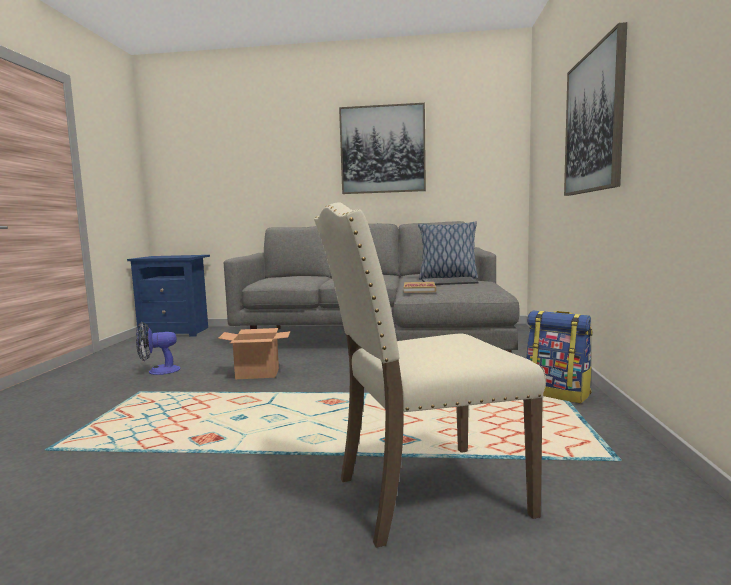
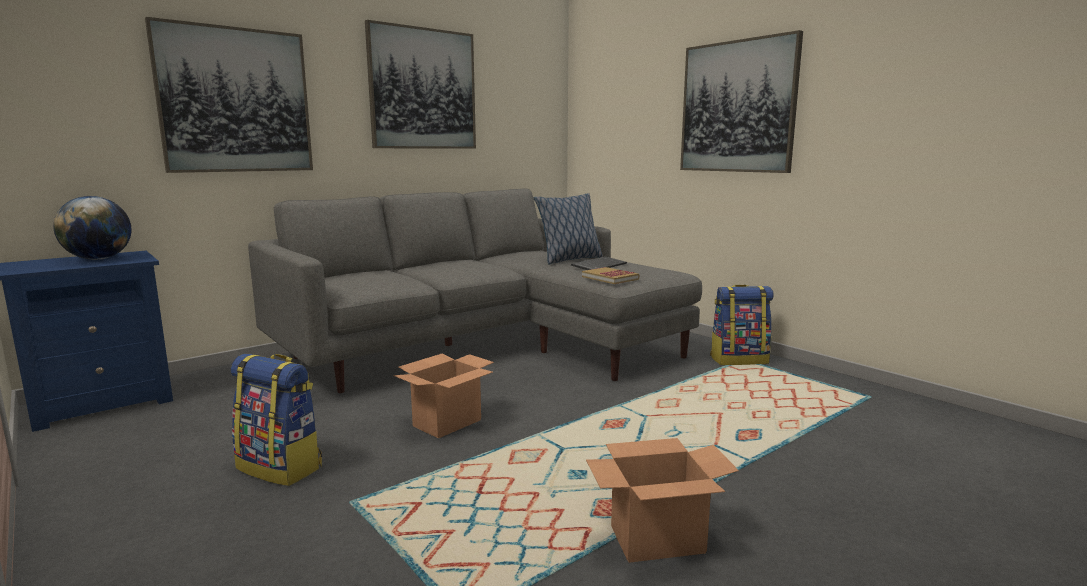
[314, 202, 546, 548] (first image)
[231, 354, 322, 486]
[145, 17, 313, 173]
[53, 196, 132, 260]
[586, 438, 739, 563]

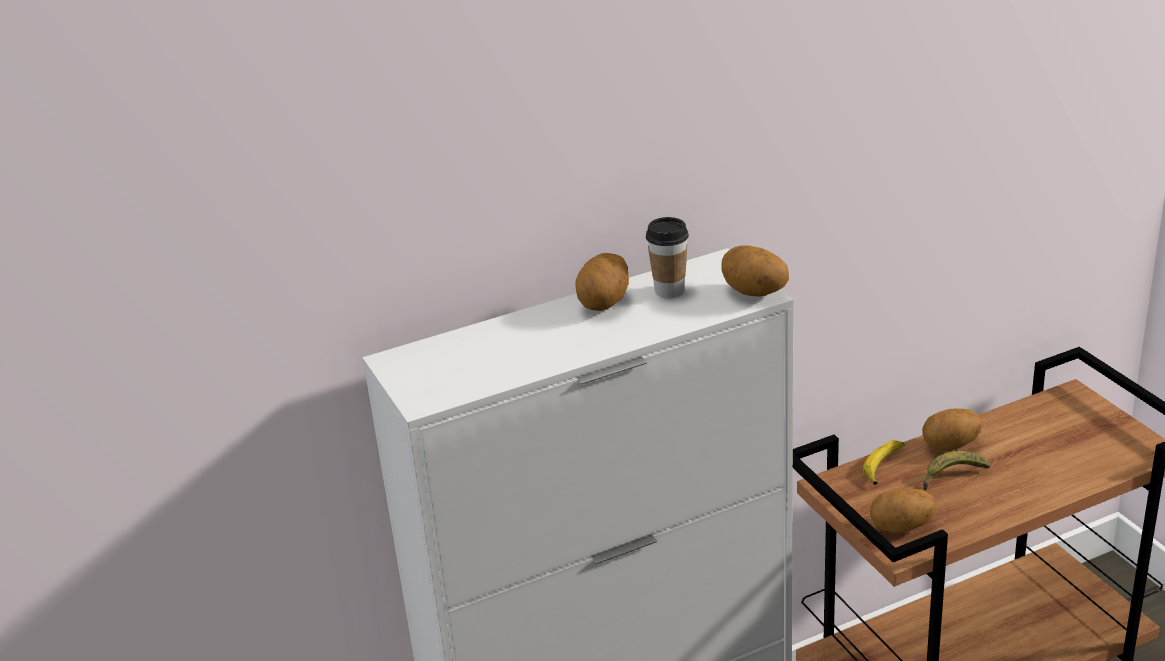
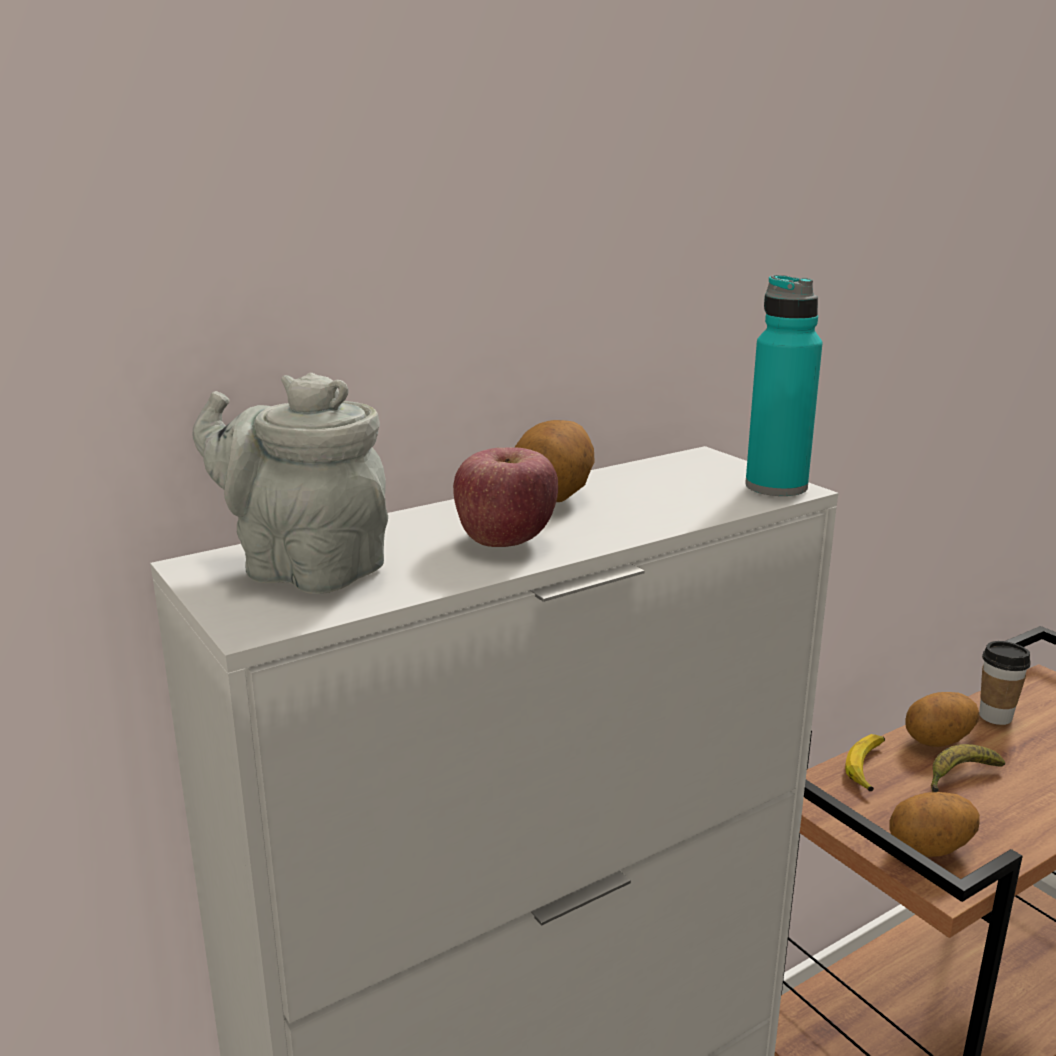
[979, 641, 1031, 725]
[745, 275, 823, 496]
[193, 373, 388, 594]
[453, 447, 558, 547]

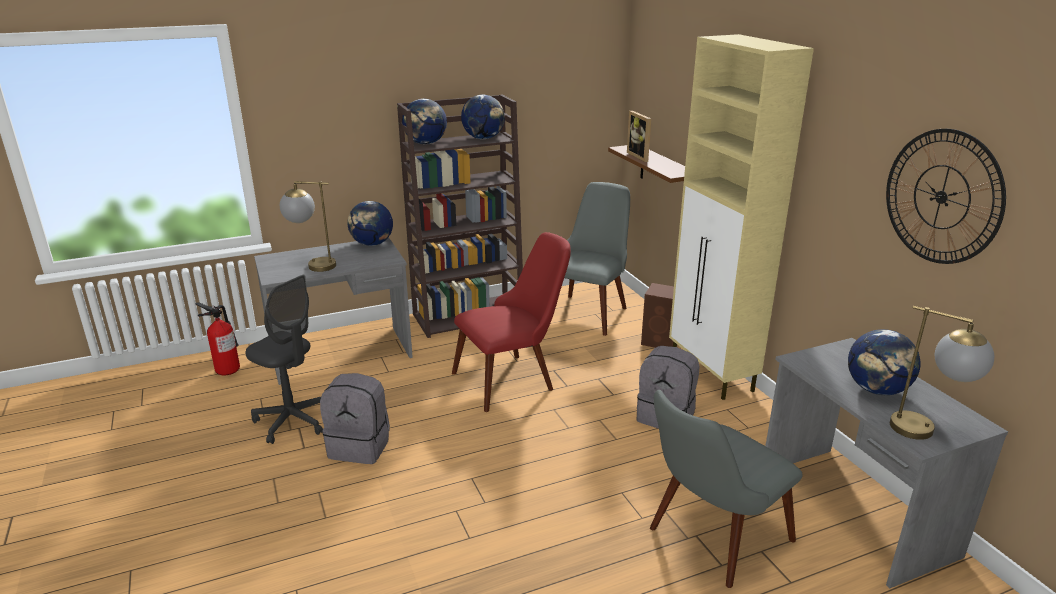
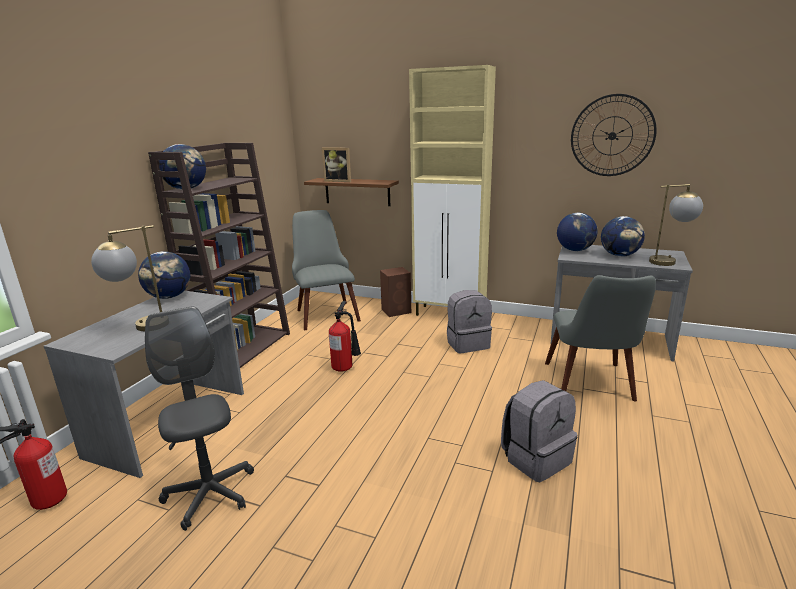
[557, 213, 598, 251]
[329, 301, 361, 372]
[145, 306, 254, 531]
[501, 380, 577, 482]

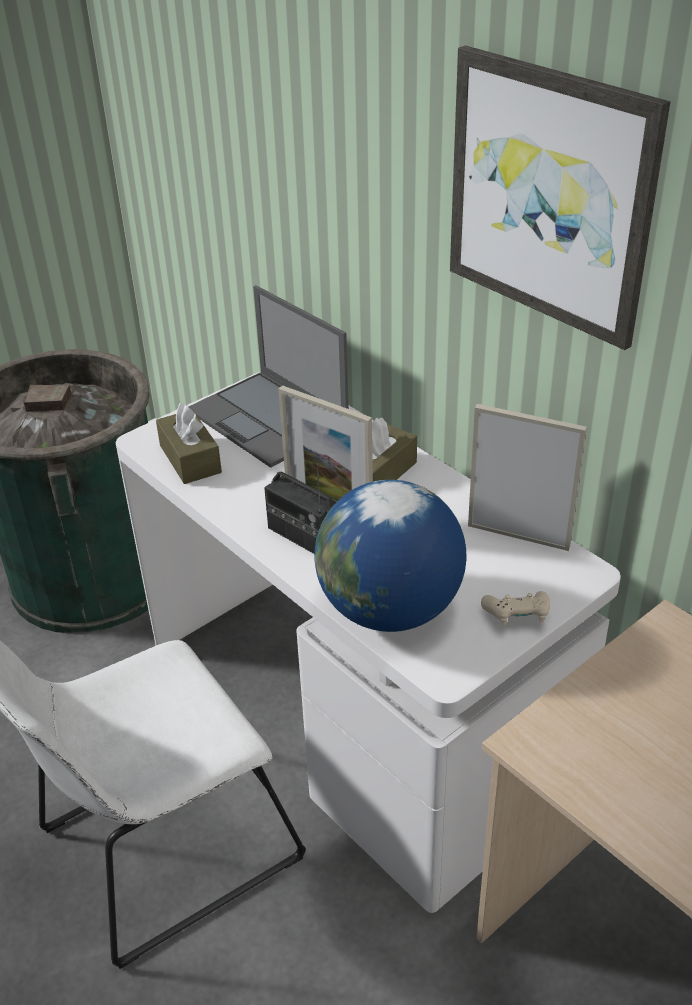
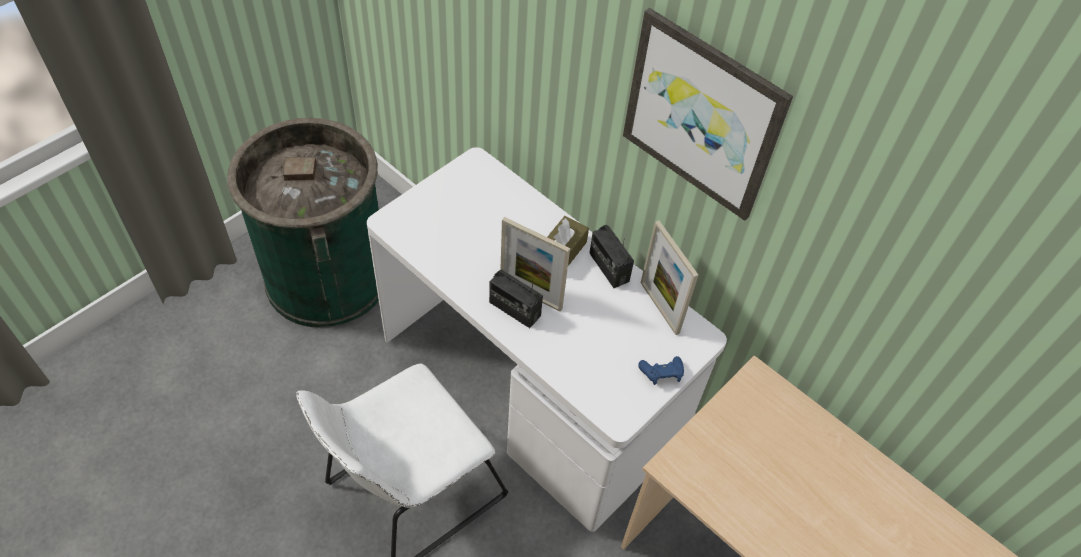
[188, 285, 349, 468] (first image)
[156, 403, 222, 484] (first image)
[641, 220, 698, 335]
[315, 480, 466, 632] (first image)
[638, 356, 684, 385]
[589, 225, 634, 288]

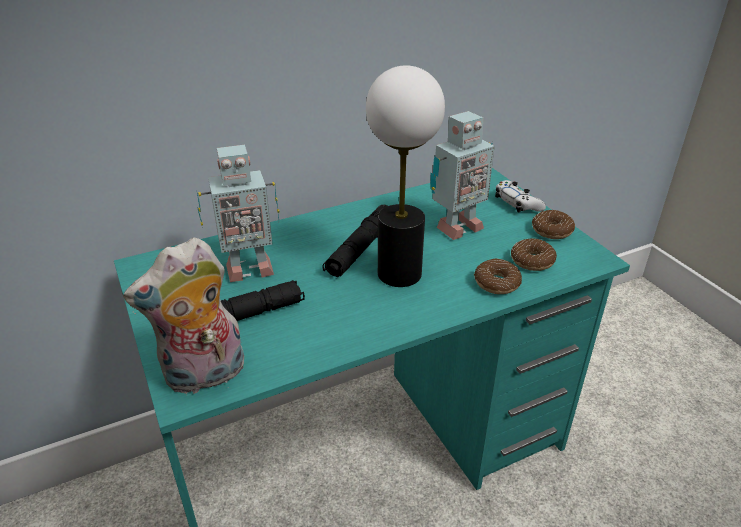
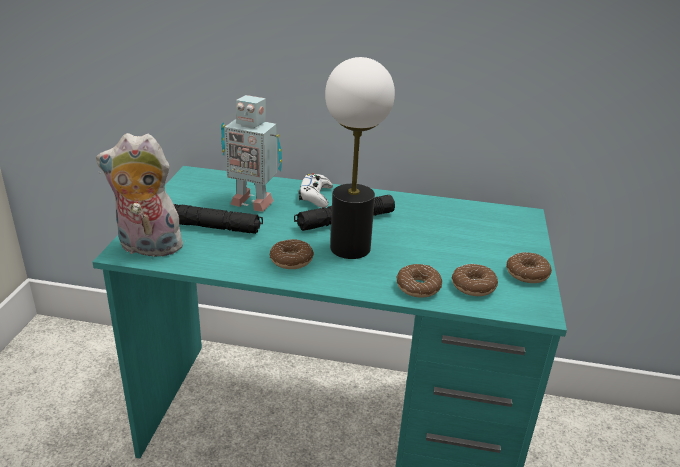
[430, 111, 495, 240] (first image)
[299, 173, 333, 208]
[270, 239, 314, 269]

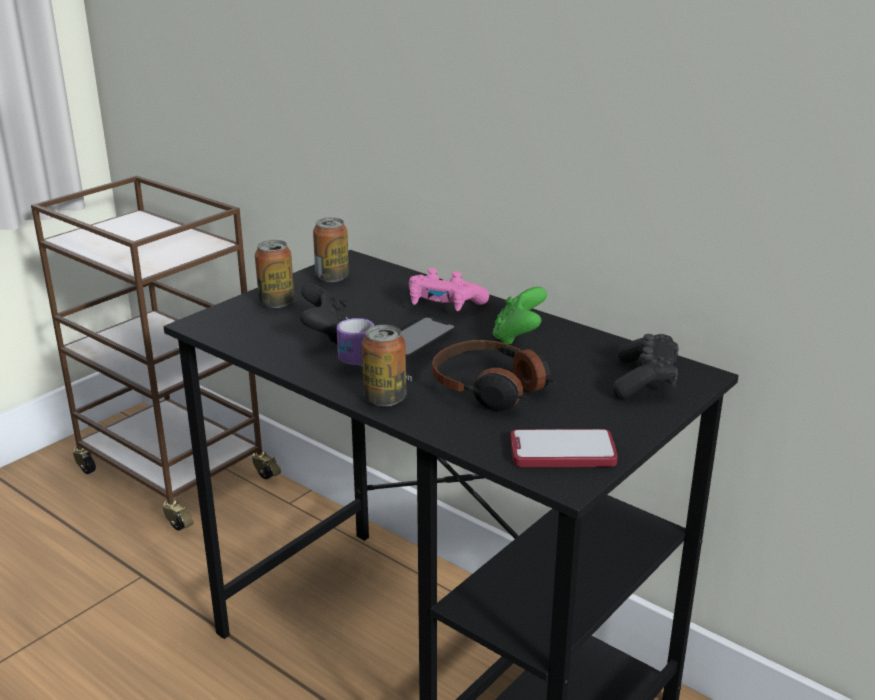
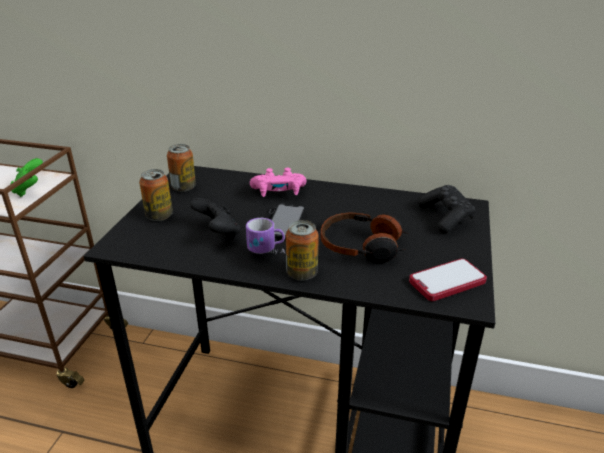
[10, 158, 43, 197]

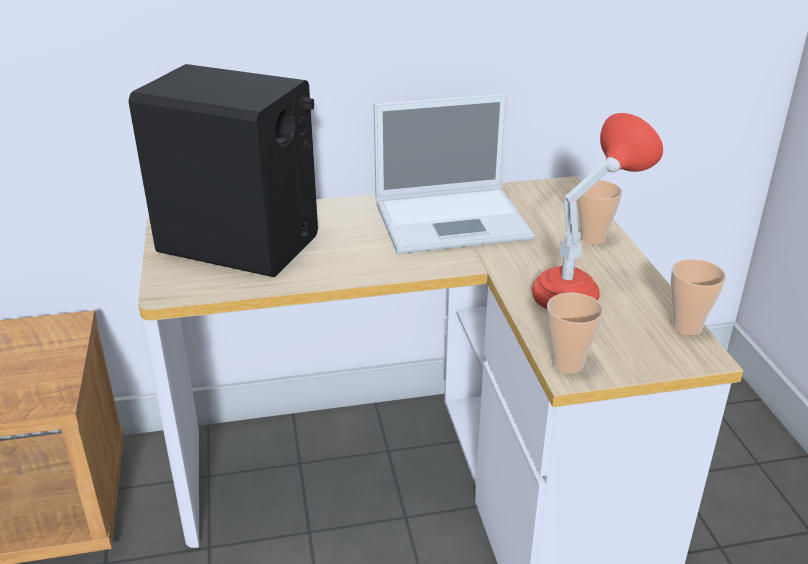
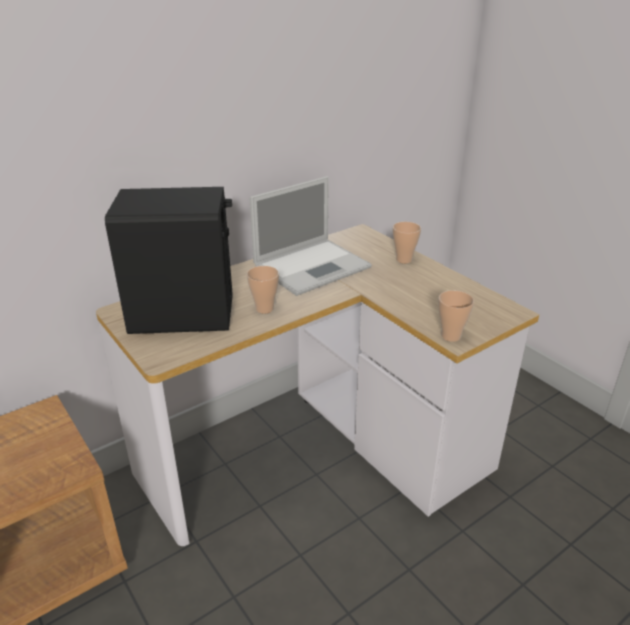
[532, 113, 663, 309] (first image)
[247, 266, 279, 314]

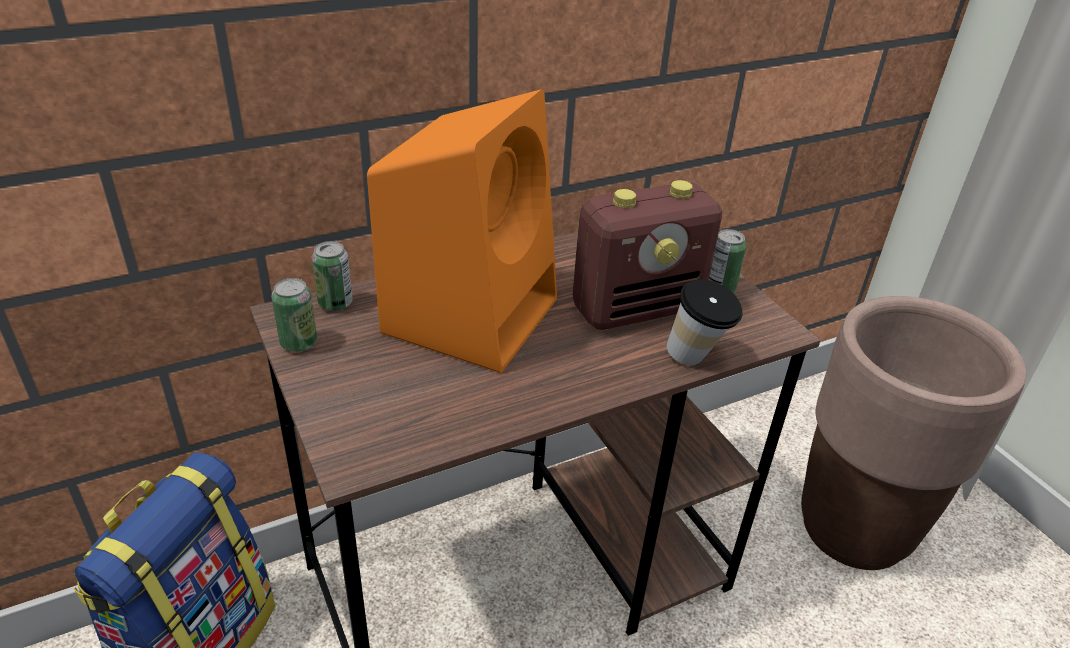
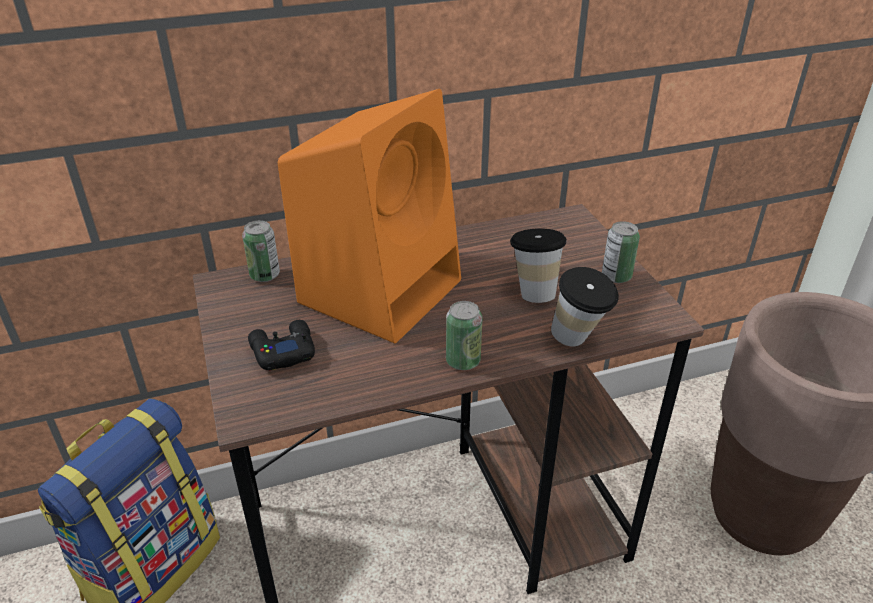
[510, 228, 567, 303]
[446, 301, 483, 370]
[248, 320, 315, 371]

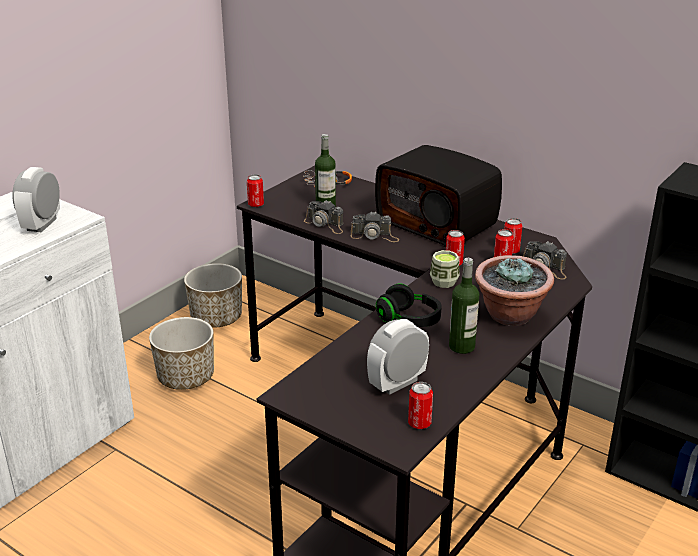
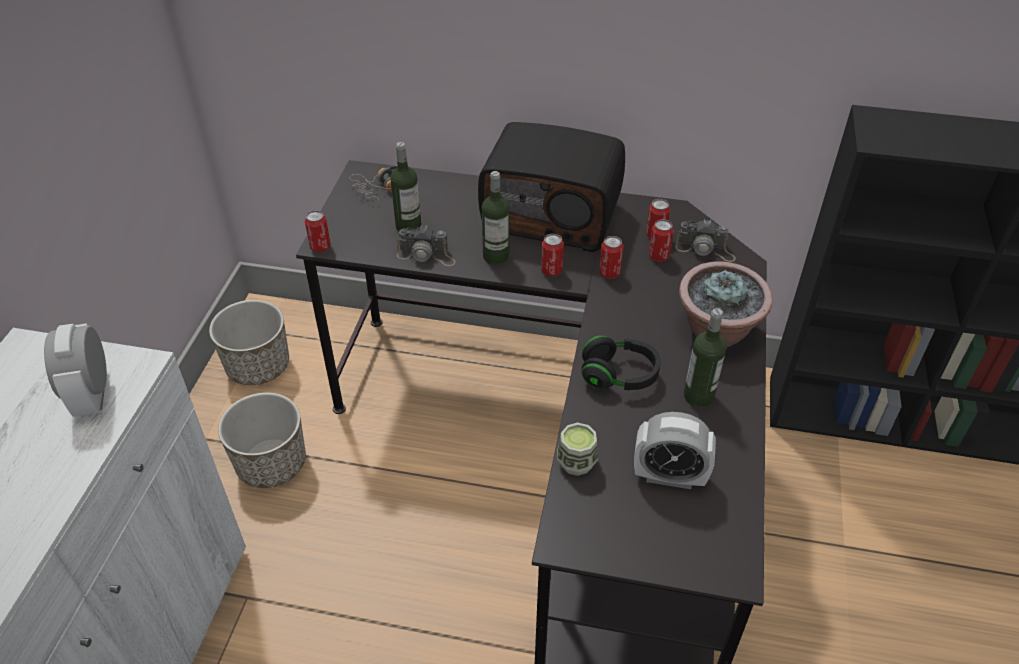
[482, 171, 510, 265]
[557, 422, 598, 476]
[634, 412, 716, 489]
[541, 234, 564, 276]

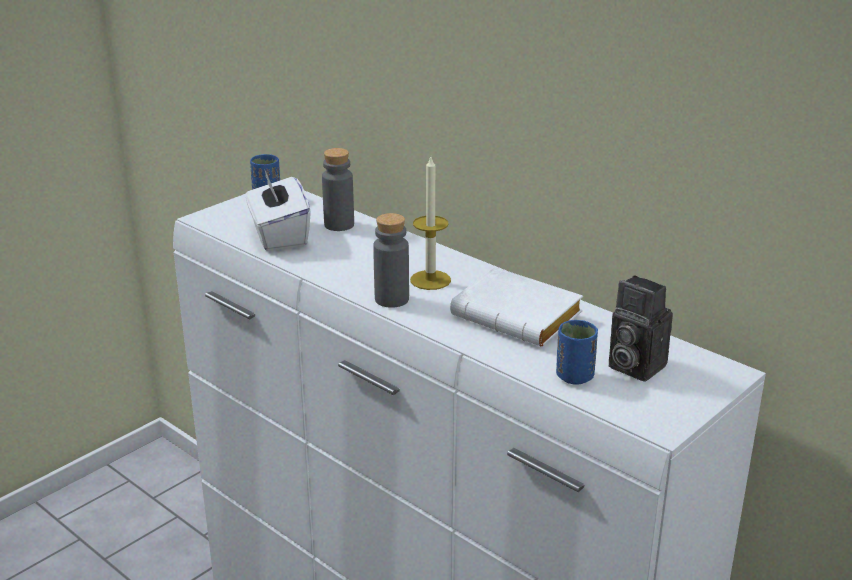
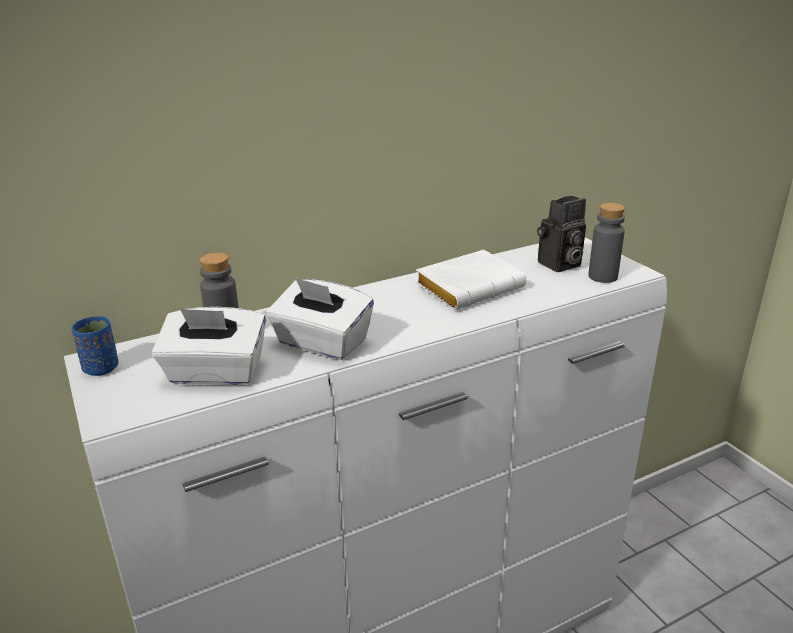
[410, 157, 451, 290] (first image)
[588, 203, 625, 283]
[556, 320, 598, 385] (first image)
[266, 277, 374, 360]

